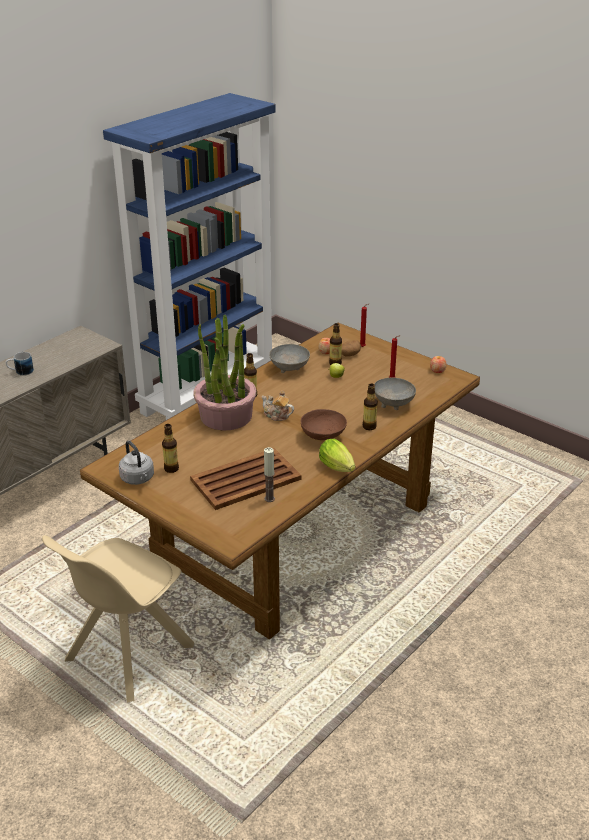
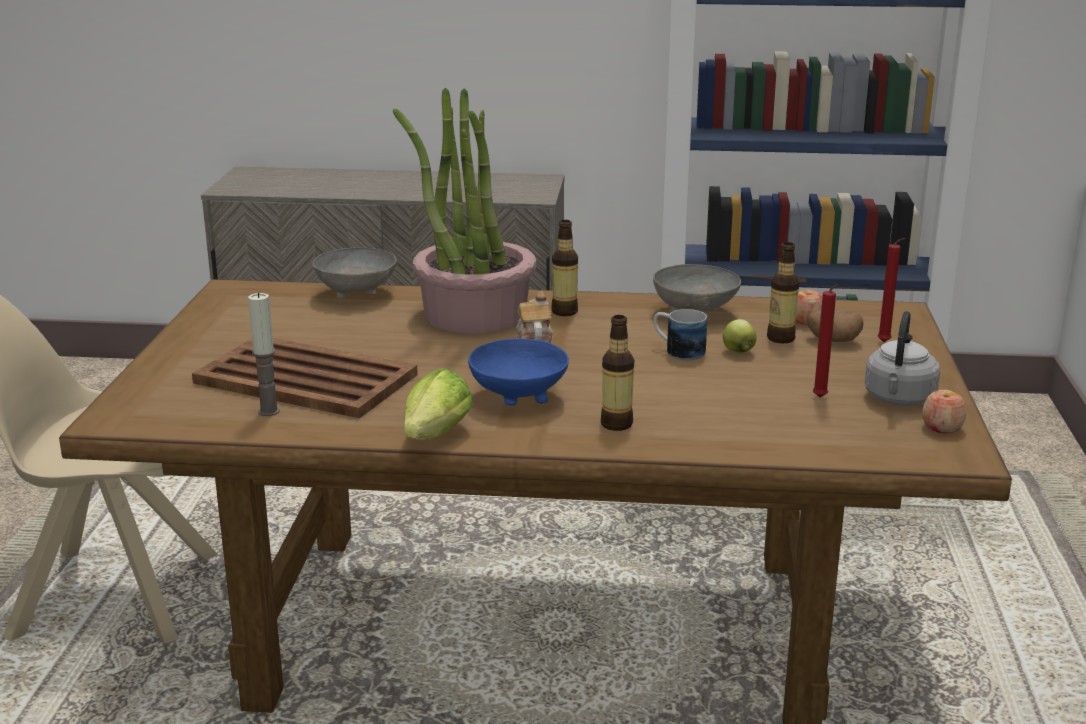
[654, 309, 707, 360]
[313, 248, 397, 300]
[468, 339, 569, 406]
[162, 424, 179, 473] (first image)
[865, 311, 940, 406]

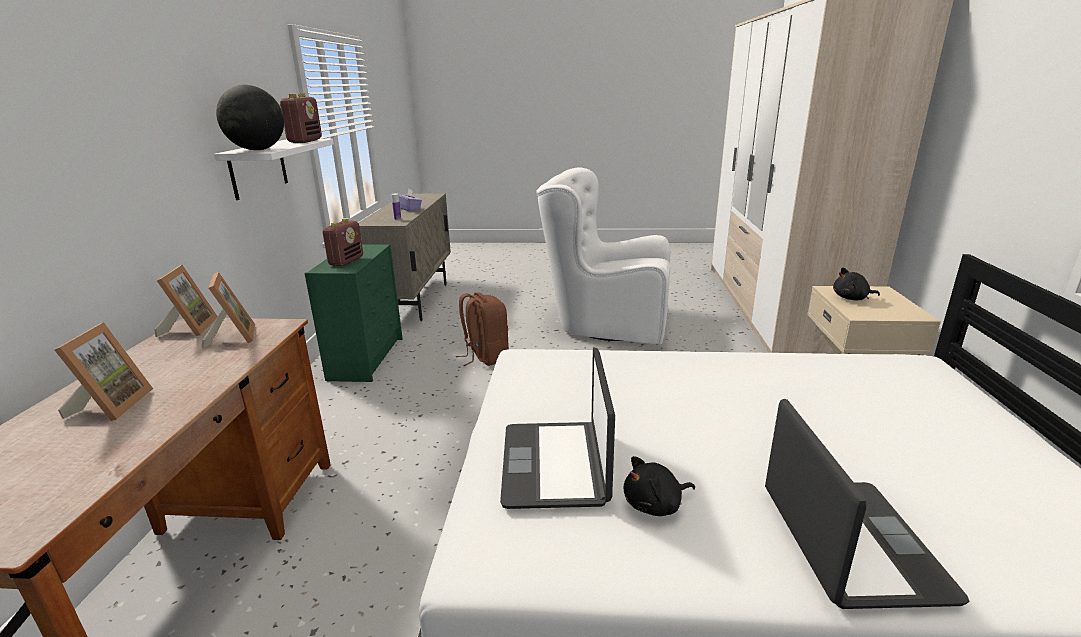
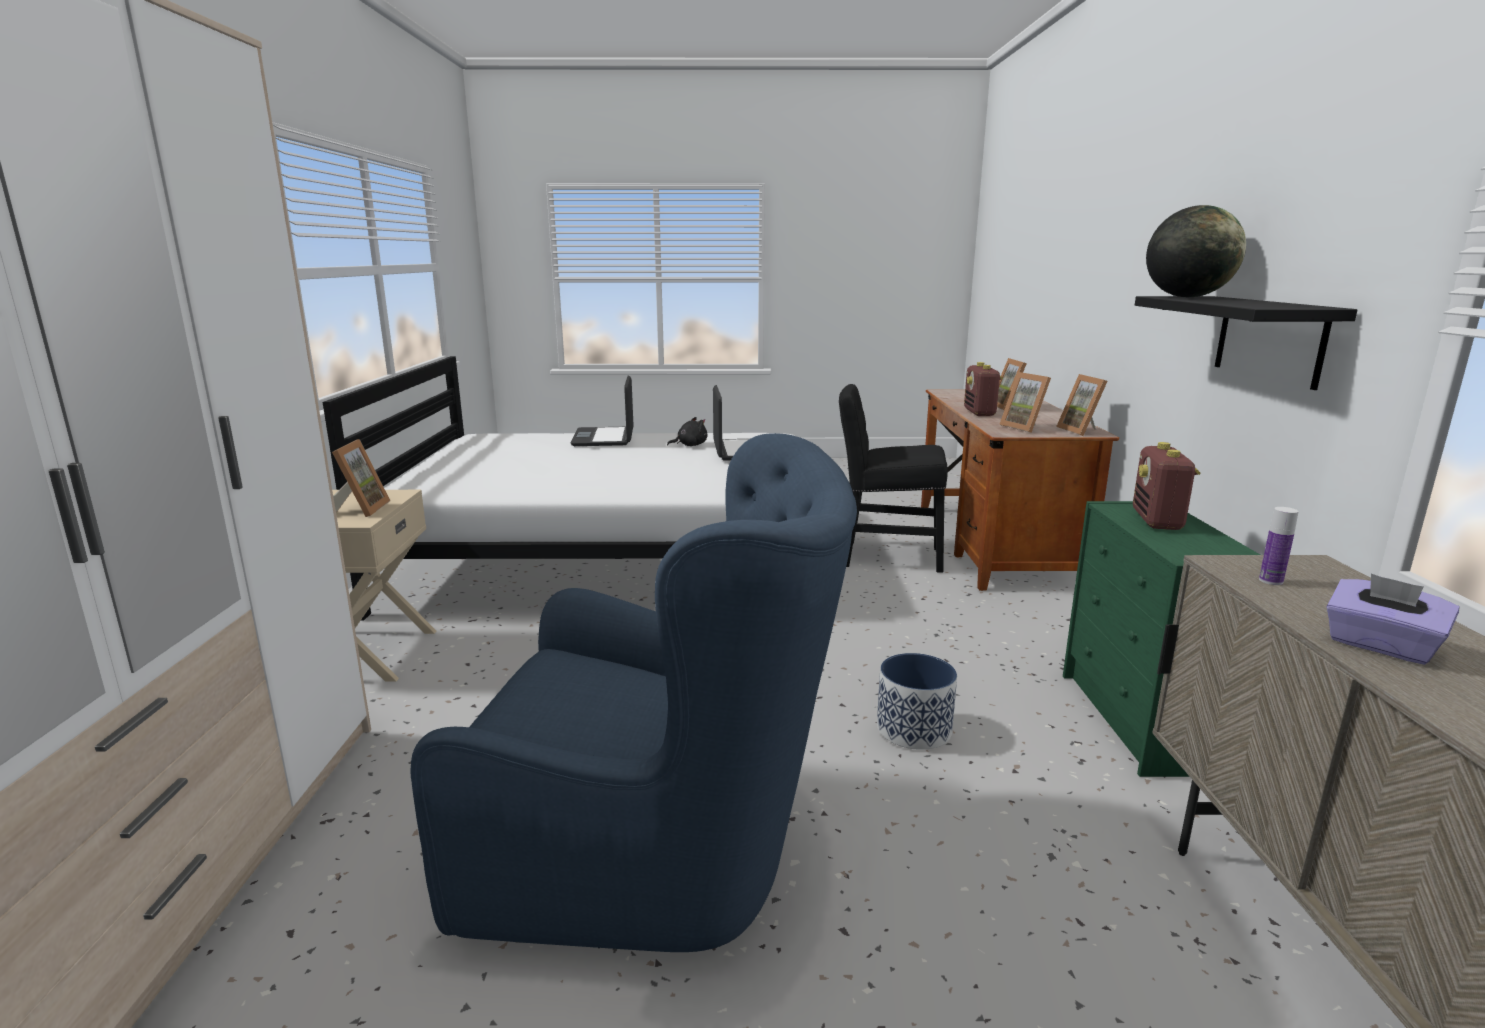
[964, 362, 1003, 416]
[1135, 296, 1358, 390]
[410, 433, 857, 952]
[332, 439, 391, 517]
[877, 653, 957, 750]
[839, 384, 948, 573]

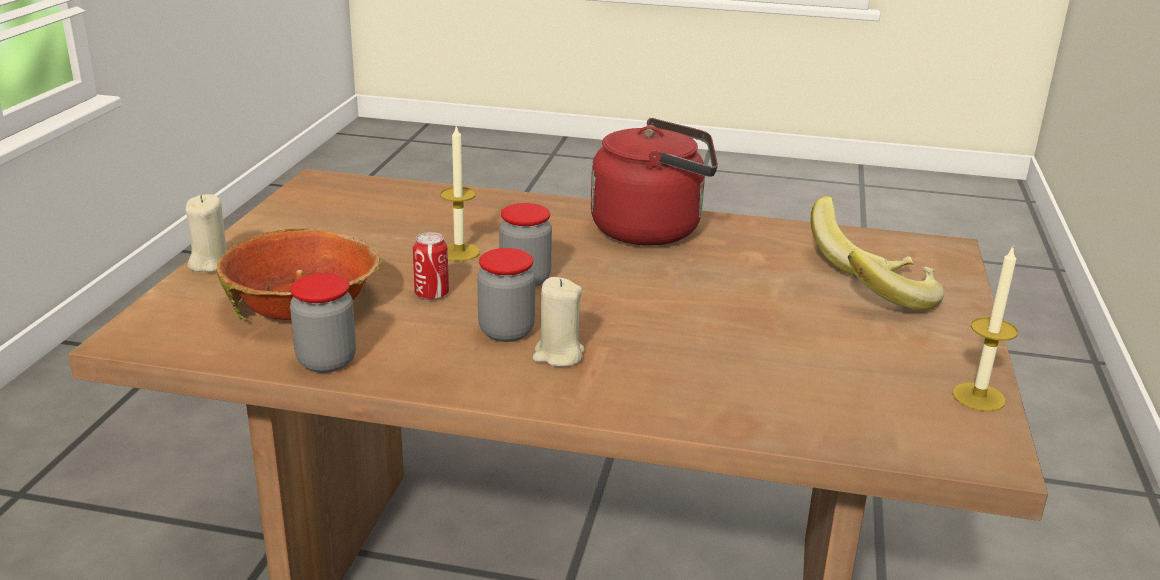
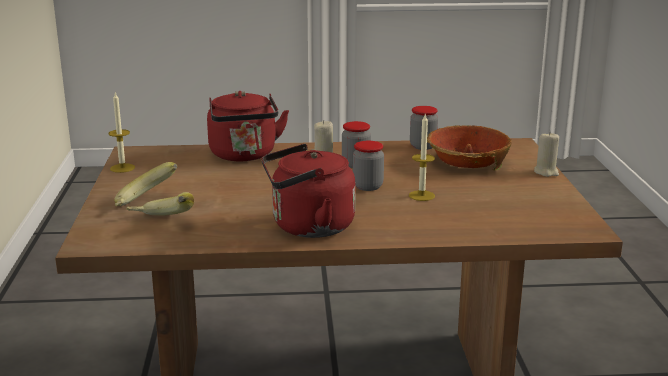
[413, 232, 449, 300] (first image)
[207, 91, 289, 161]

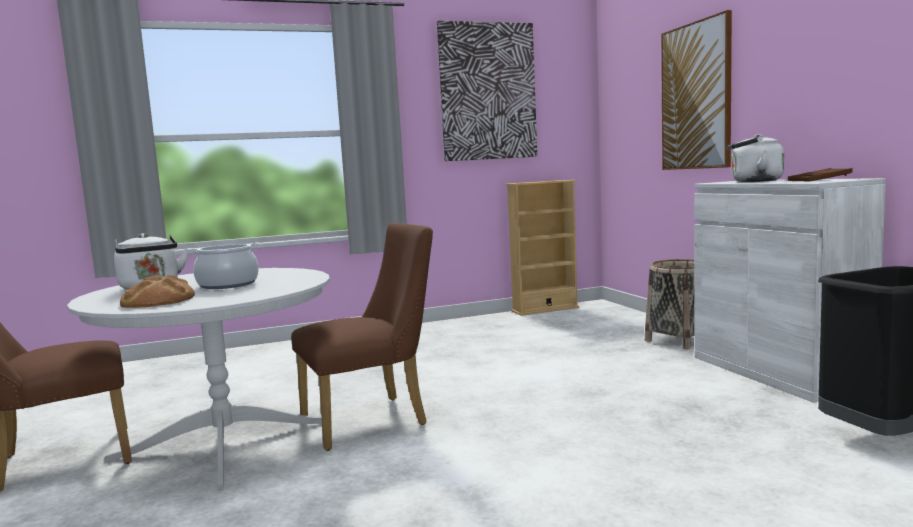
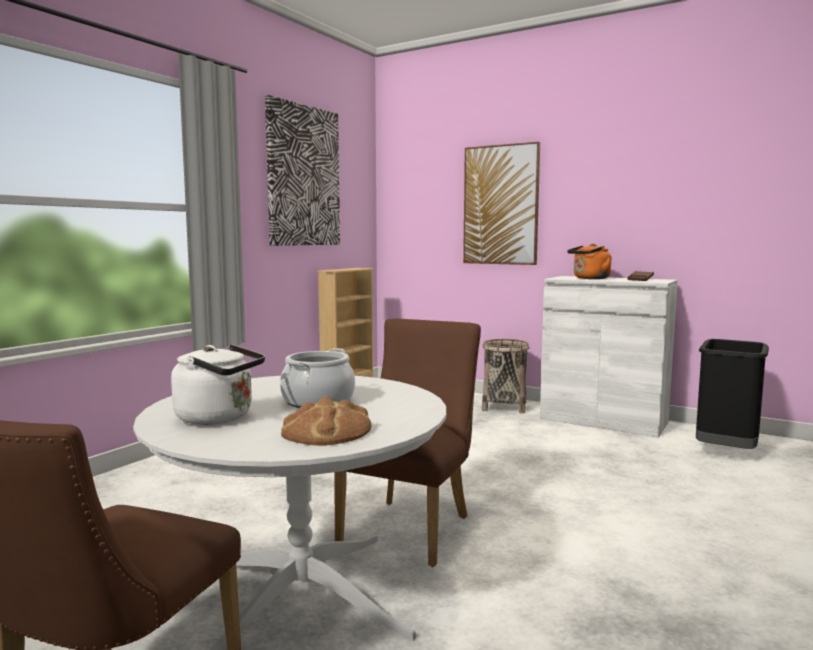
[567, 244, 612, 279]

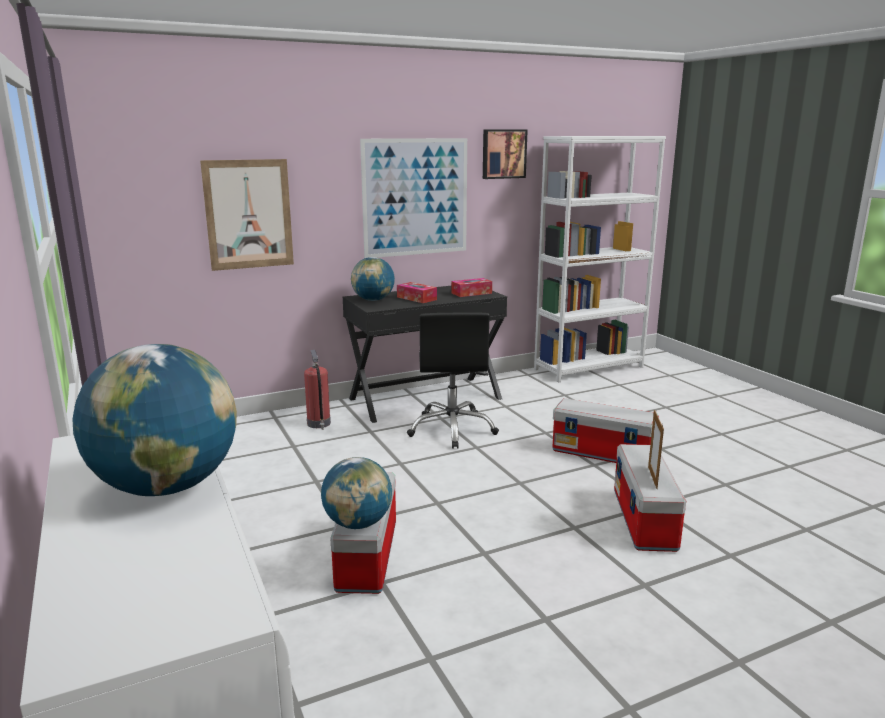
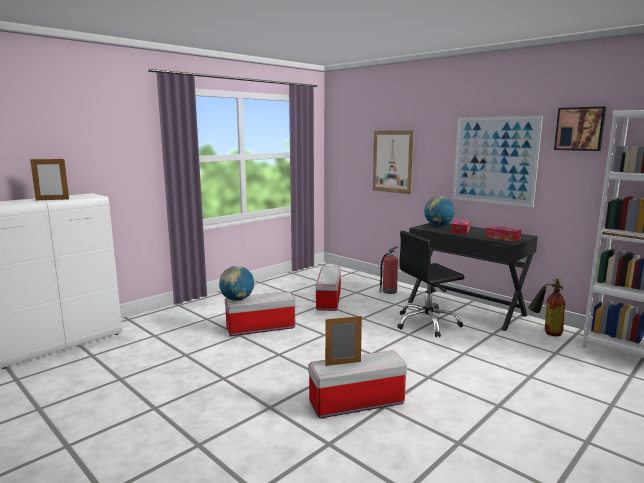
[30, 158, 69, 200]
[316, 266, 341, 311]
[528, 279, 565, 336]

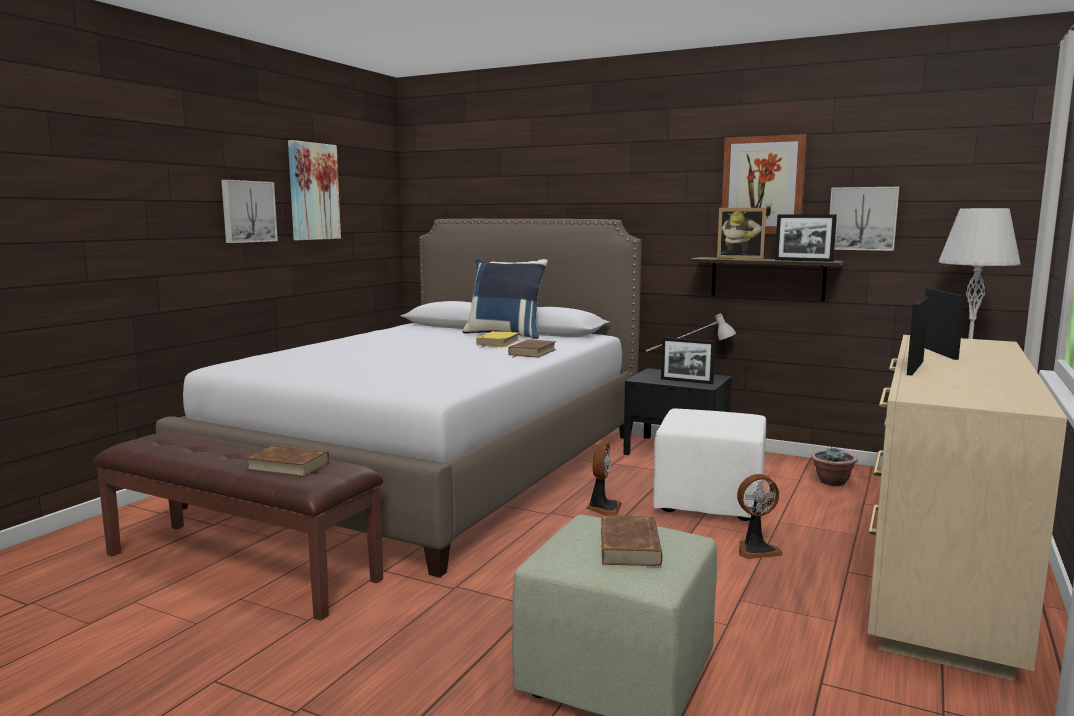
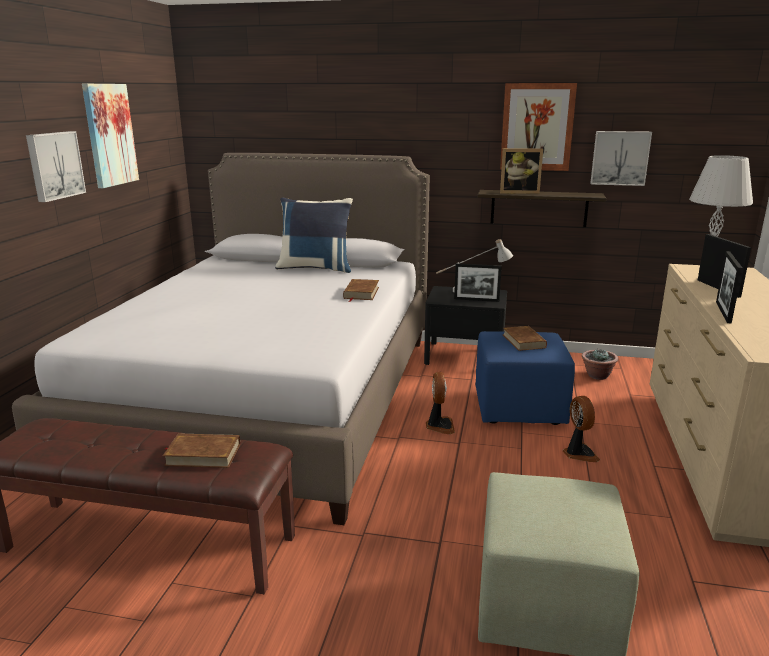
[775, 215, 837, 262] (first image)
[476, 331, 519, 348] (first image)
[475, 331, 575, 425]
[563, 396, 600, 462]
[503, 326, 547, 351]

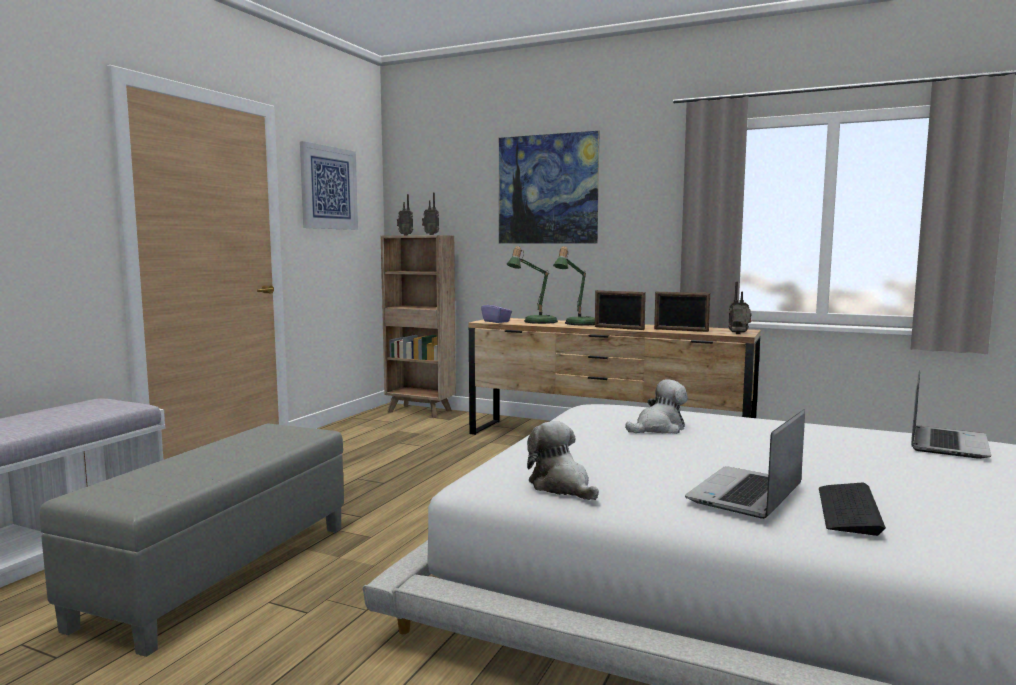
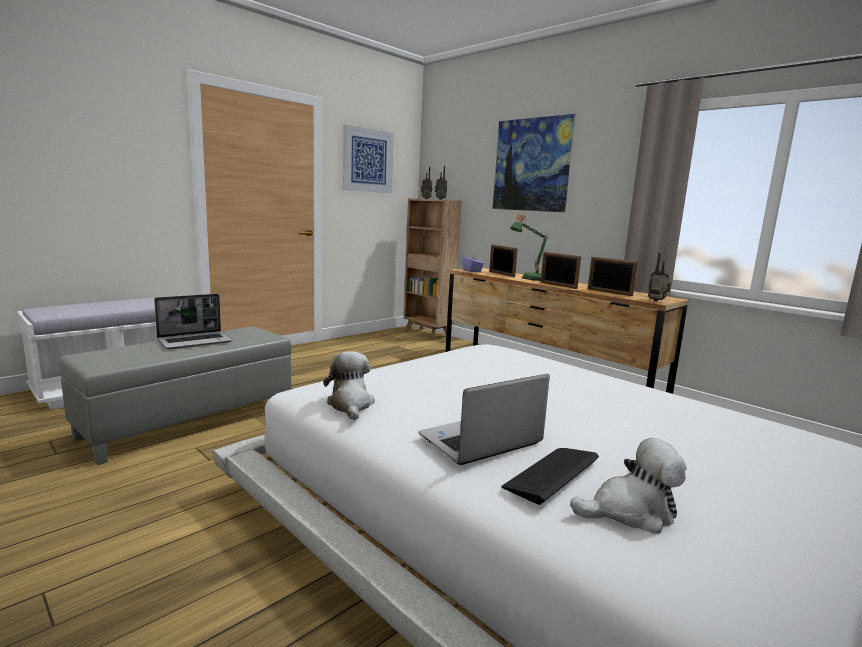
[489, 245, 518, 277]
[154, 294, 233, 349]
[570, 438, 687, 534]

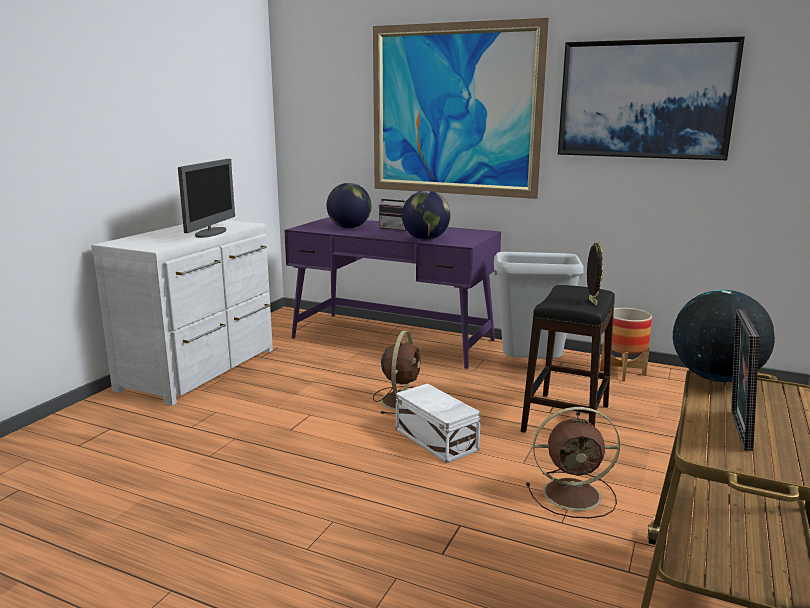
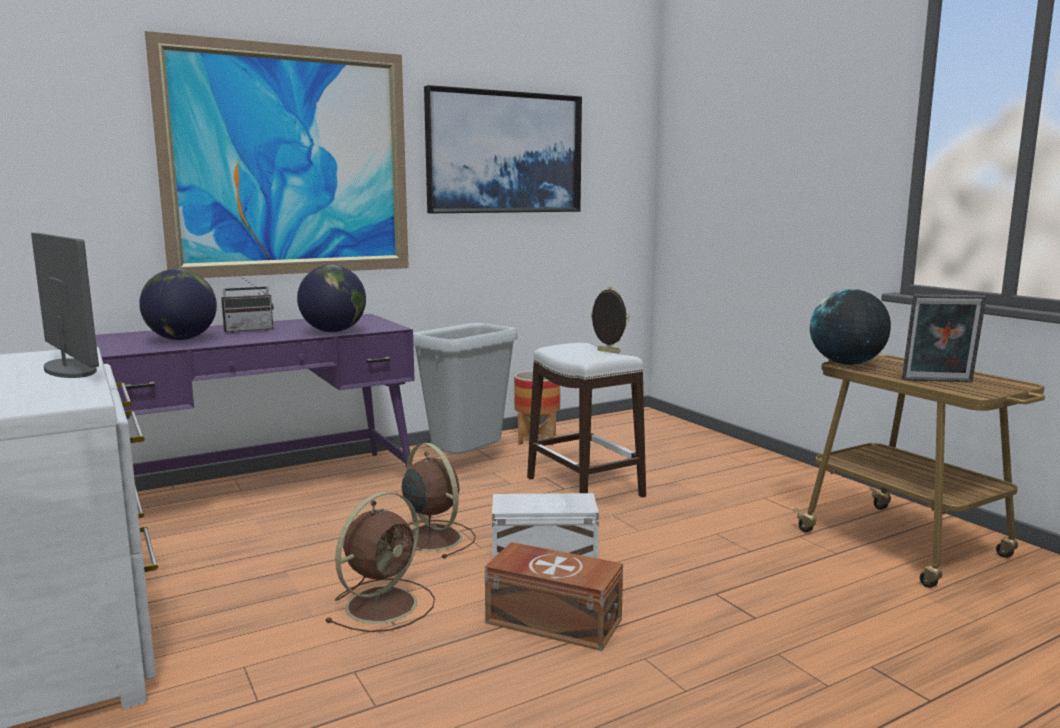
[527, 343, 646, 497]
[902, 294, 986, 382]
[325, 492, 435, 632]
[485, 542, 623, 651]

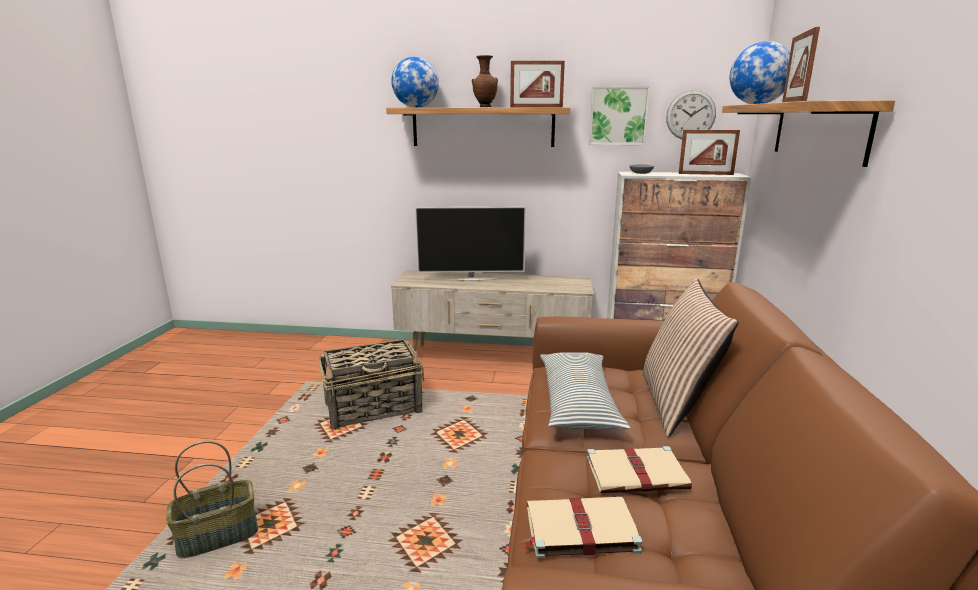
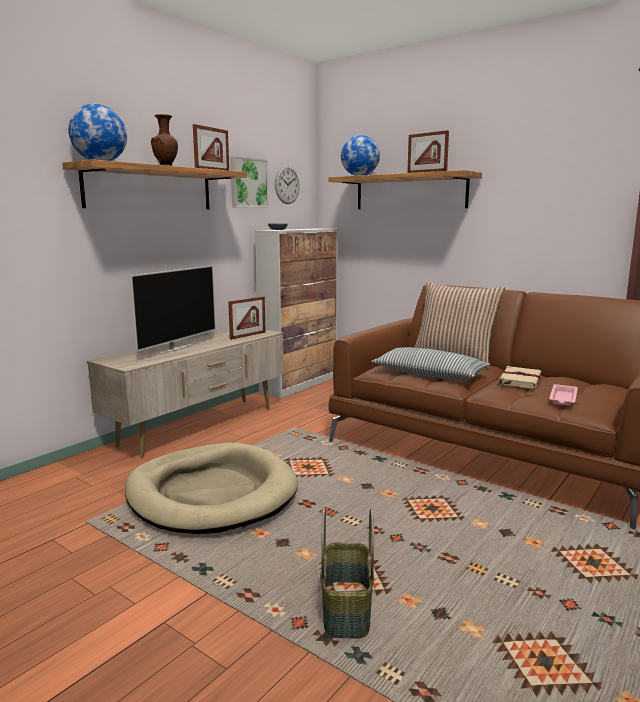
[228, 296, 266, 340]
[125, 443, 298, 534]
[549, 384, 578, 406]

